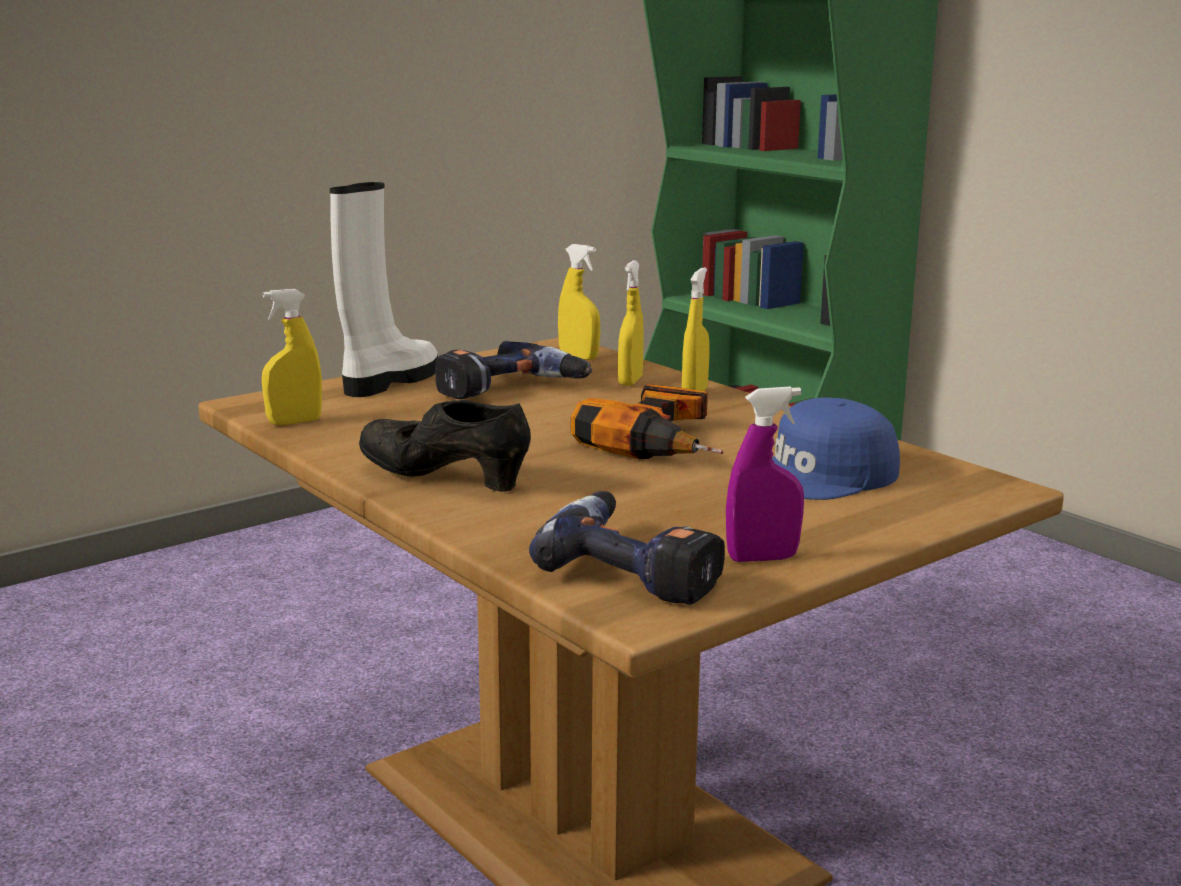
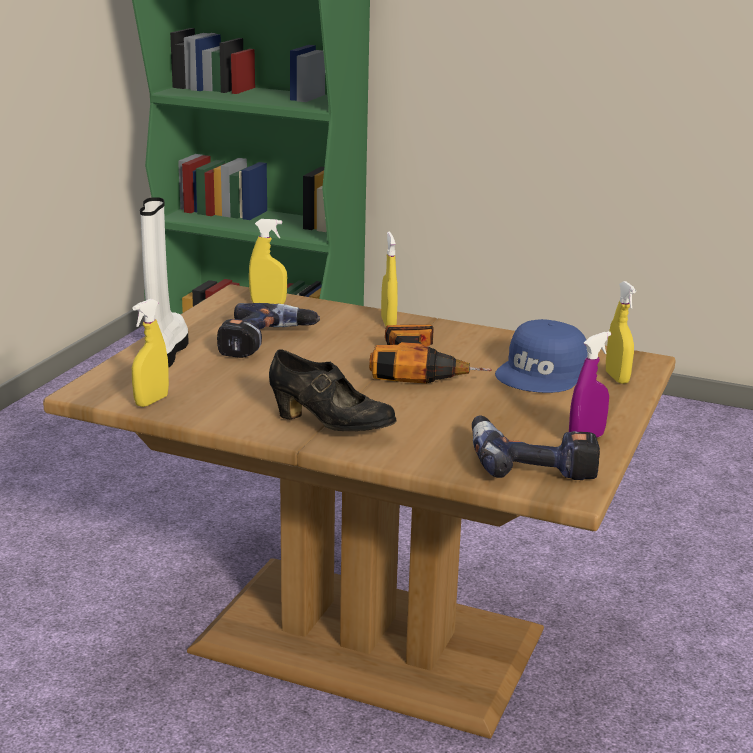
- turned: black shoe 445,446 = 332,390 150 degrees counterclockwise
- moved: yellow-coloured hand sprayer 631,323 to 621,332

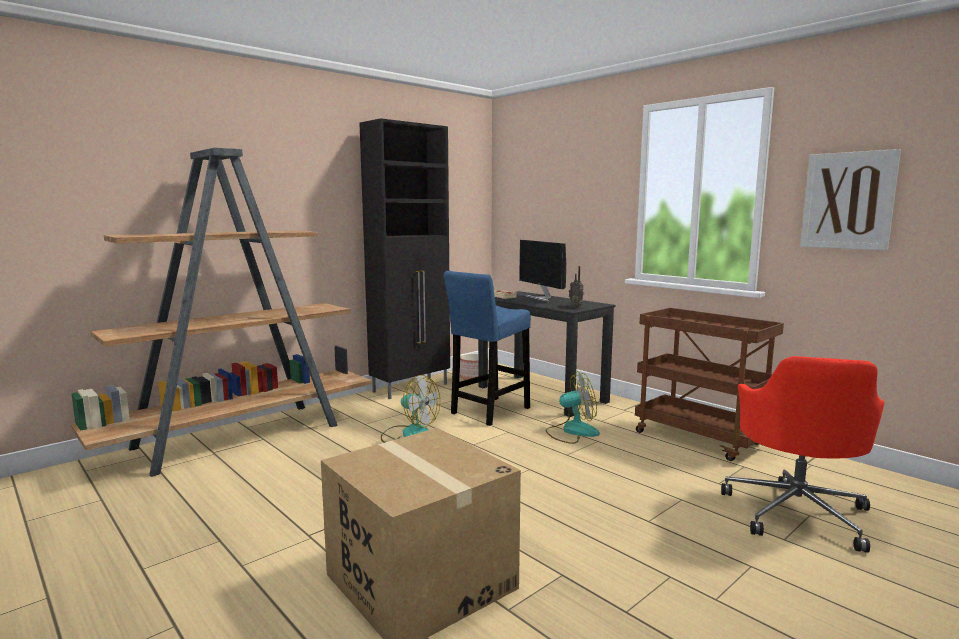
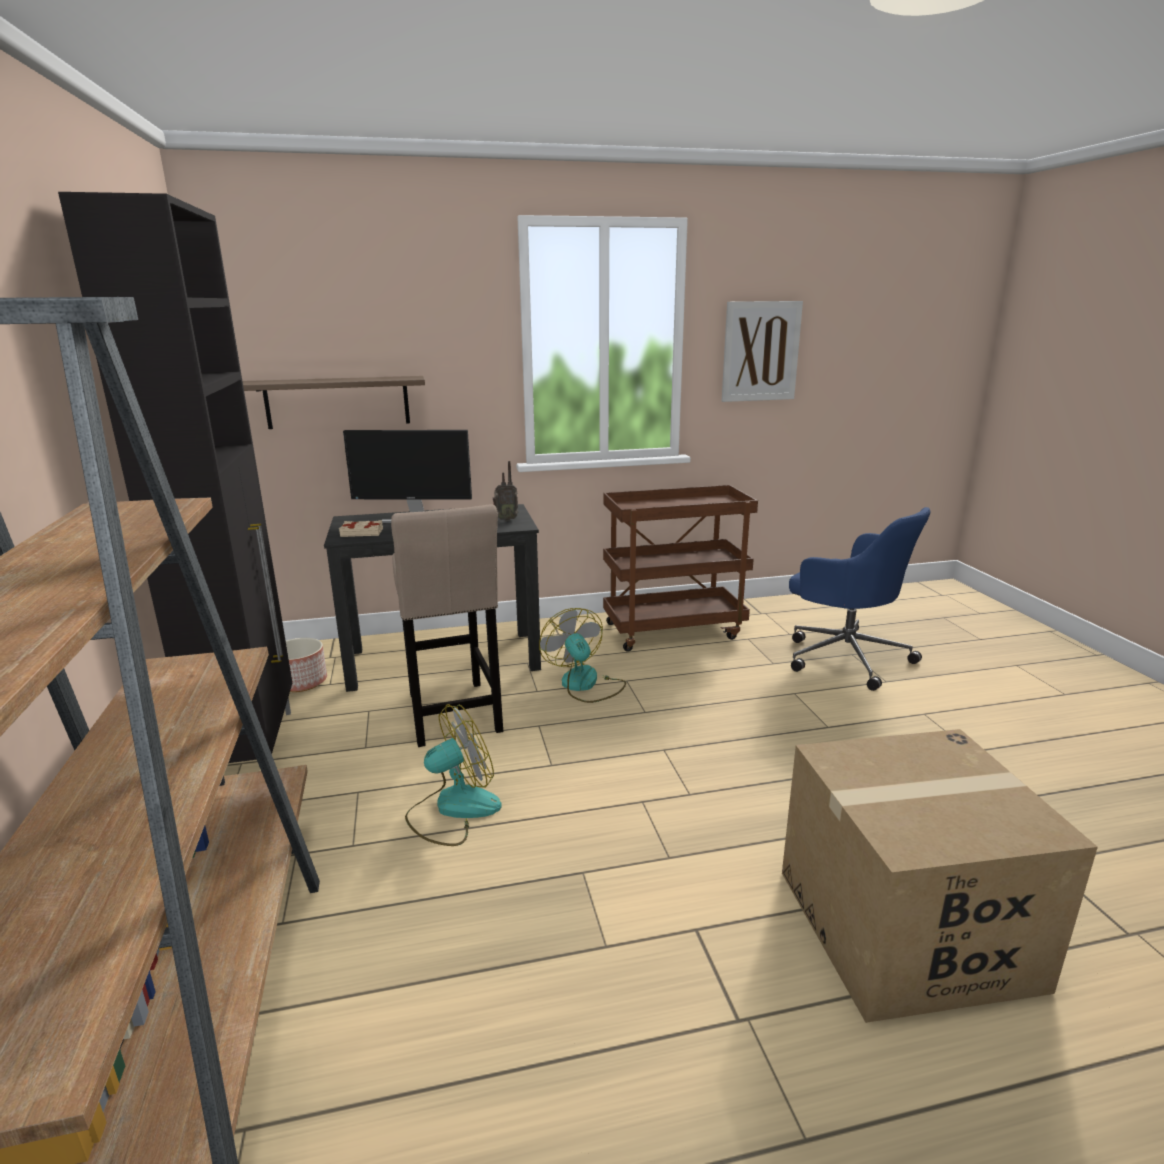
- added: bracket shelf 334,402
- recoloured: blue-coloured stool seat 487,348 to beige stool seat 447,626
- turned: cooling fan 572,407 = 582,655 45 degrees counterclockwise
- recoloured: reddish desk chair 802,454 to blue-coloured desk chair 859,599

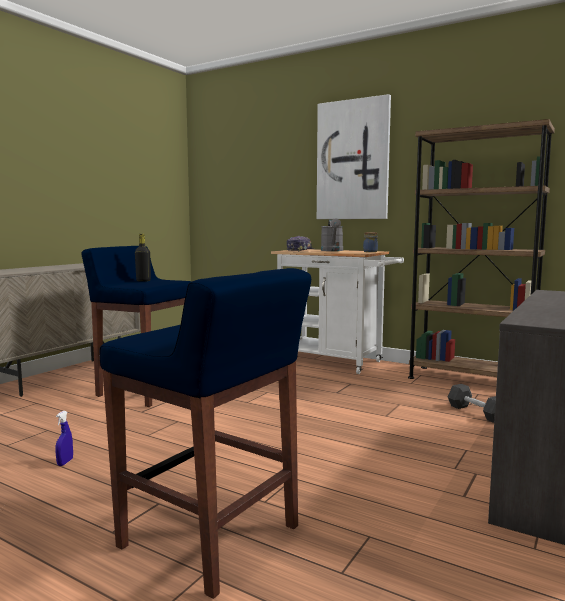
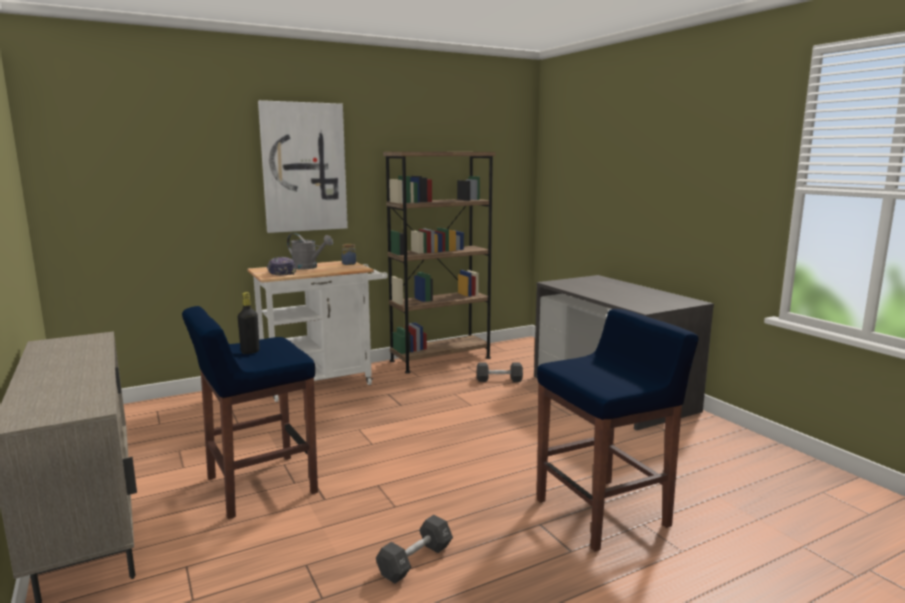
- replaced: blue-coloured hand sprayer 64,438 to black dumbbell 414,549

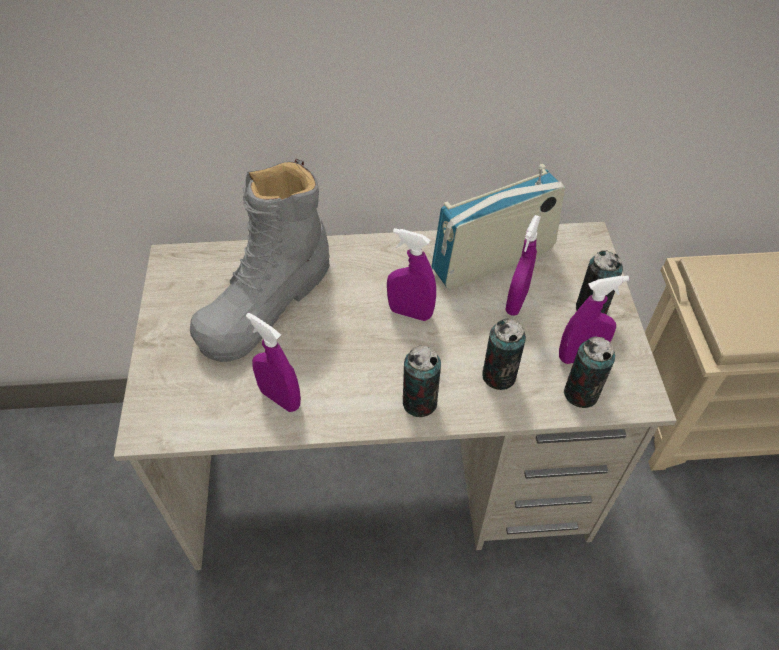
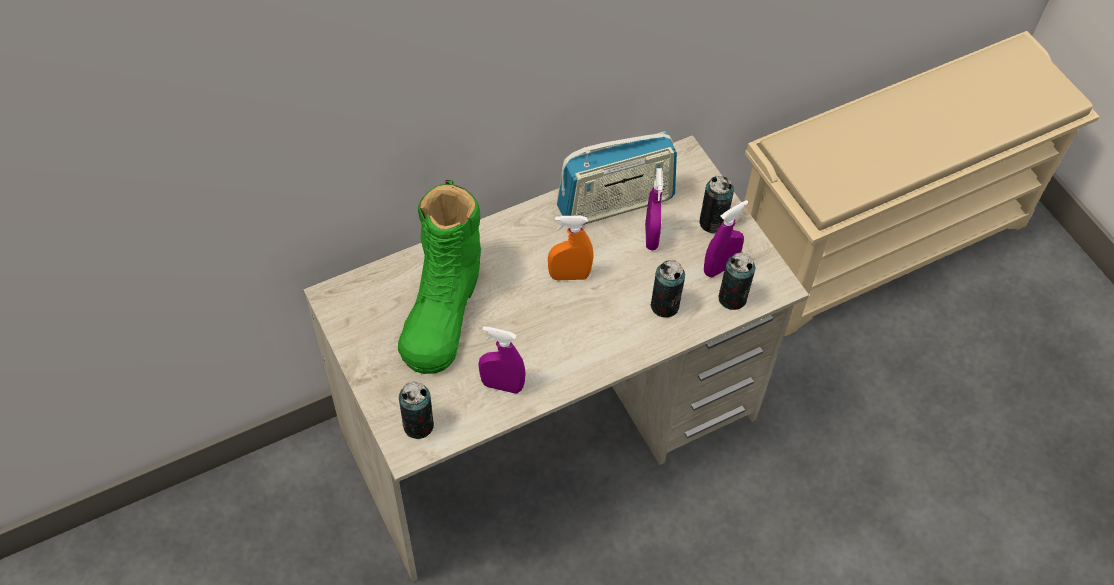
- recoloured: greyish high-top boot 260,260 to green high-top boot 439,277
- moved: can 422,381 to 416,410
- recoloured: purple-coloured hand sprayer 411,274 to orangey hand sprayer 570,248
- turned: radio set 498,226 = 617,178 150 degrees counterclockwise

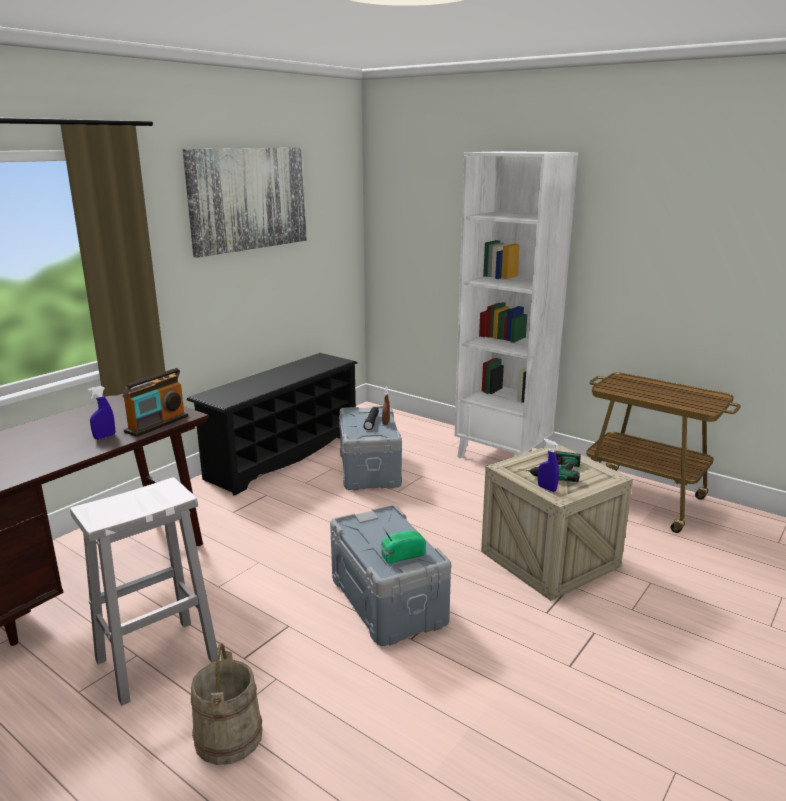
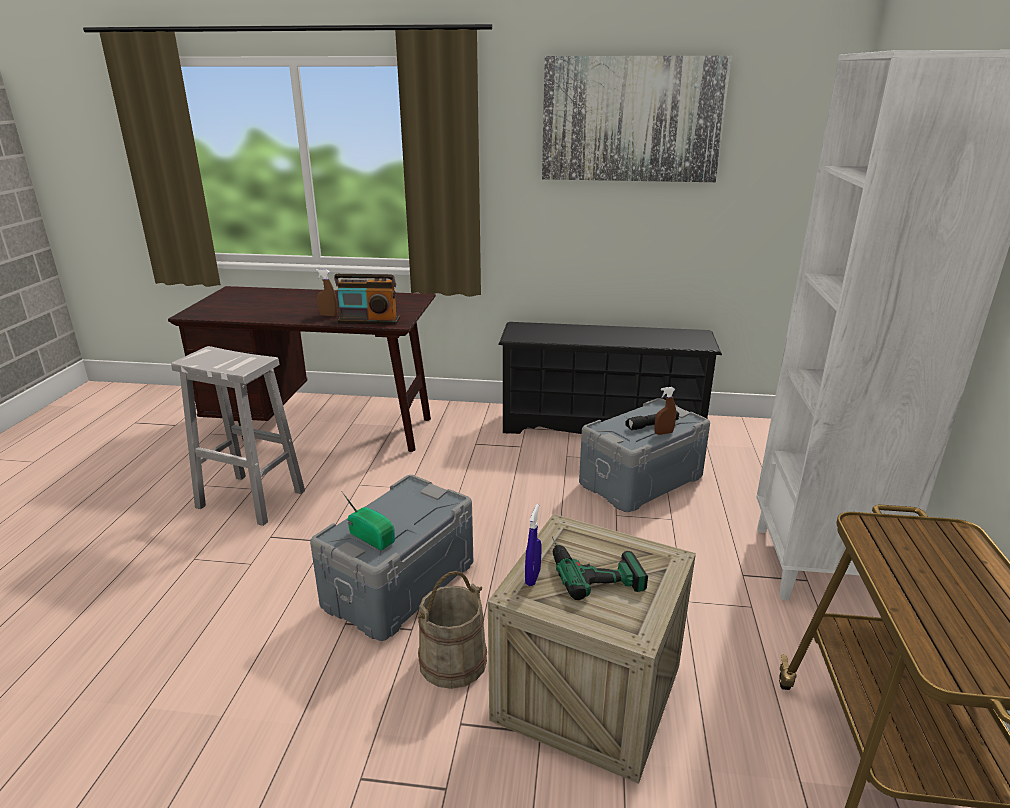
- recoloured: blue-coloured hand sprayer 101,413 to brownish hand sprayer 326,293
- moved: beige water bucket 226,704 to 452,630

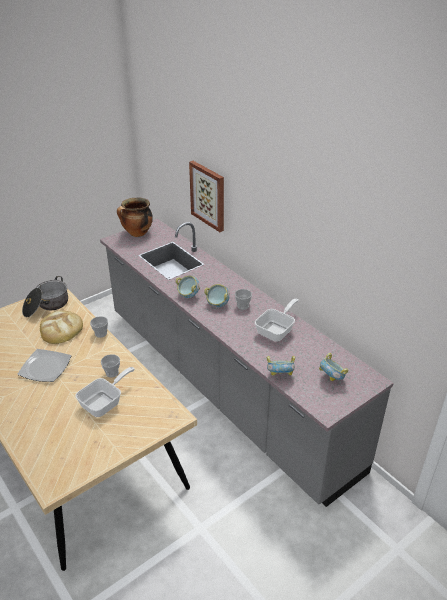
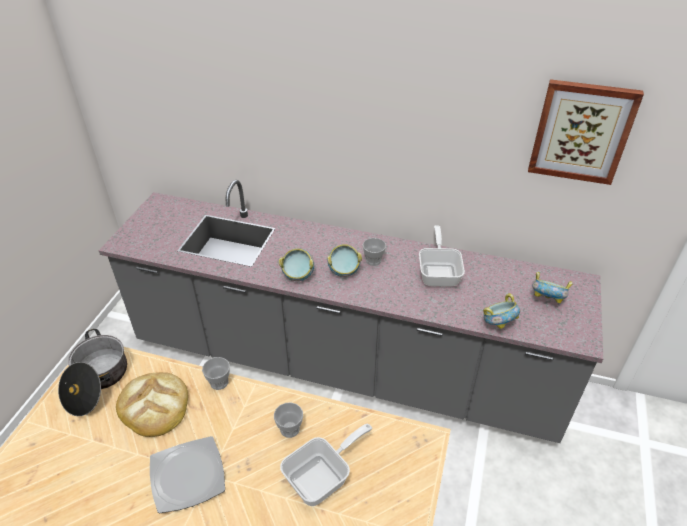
- turned: frying pan 105,392 = 326,465 45 degrees clockwise
- moved: wall picture 206,196 to 586,132
- removed: cooking pot 135,217

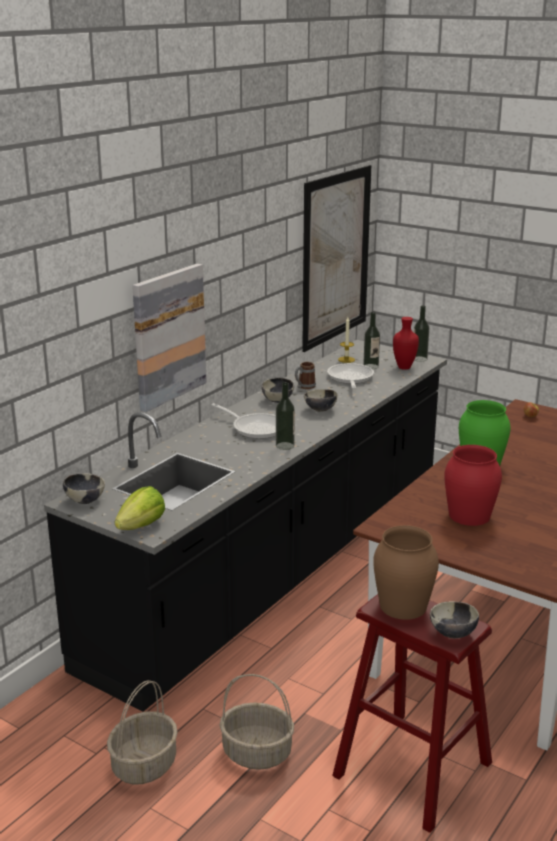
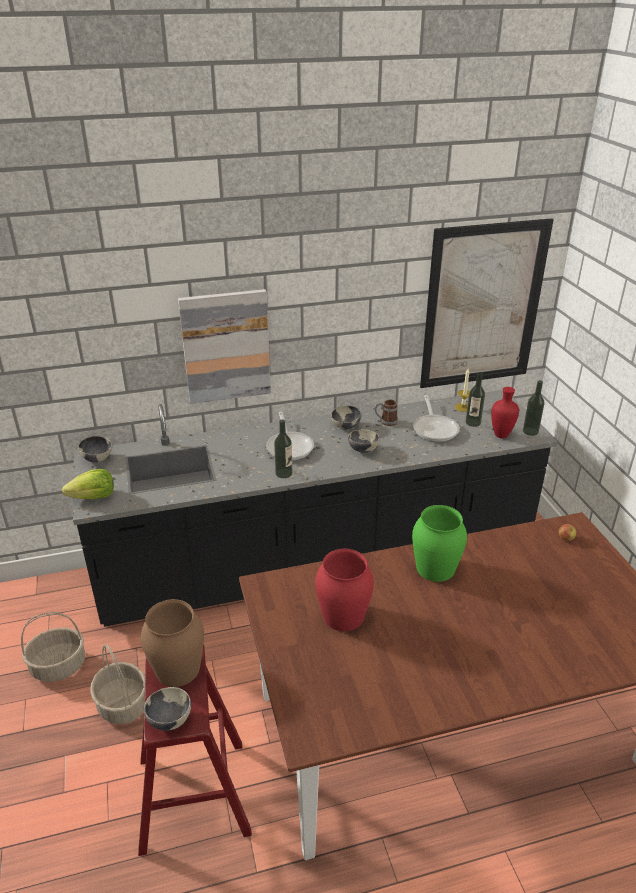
- turned: frying pan 350,376 = 436,418 135 degrees clockwise

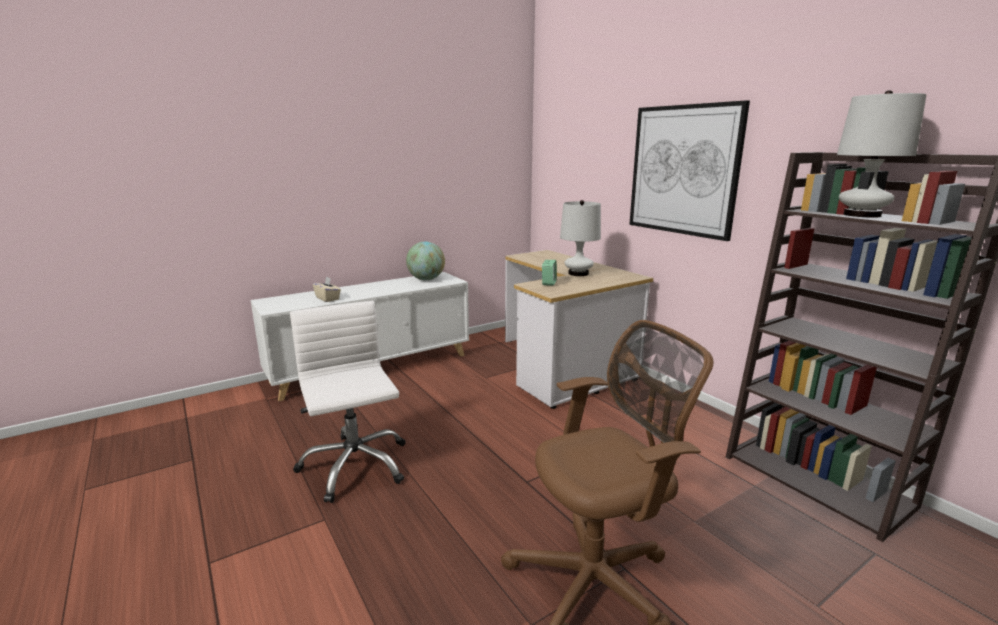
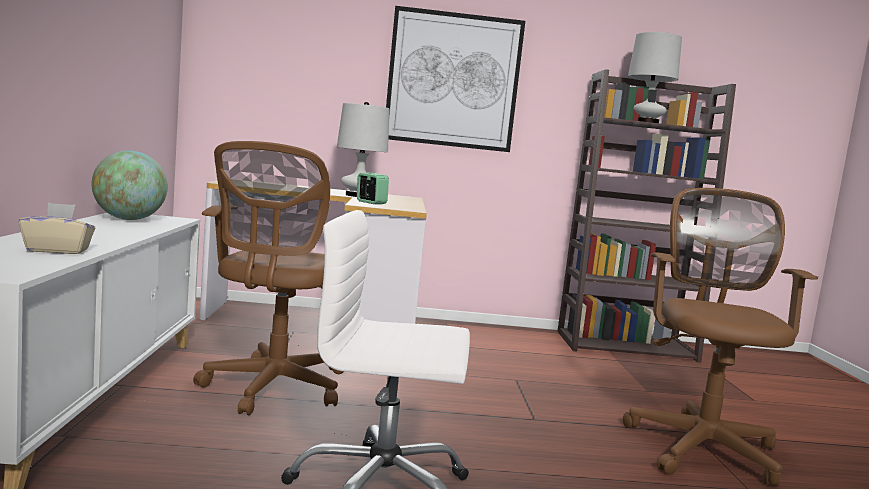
- added: brownish desk chair 268,278

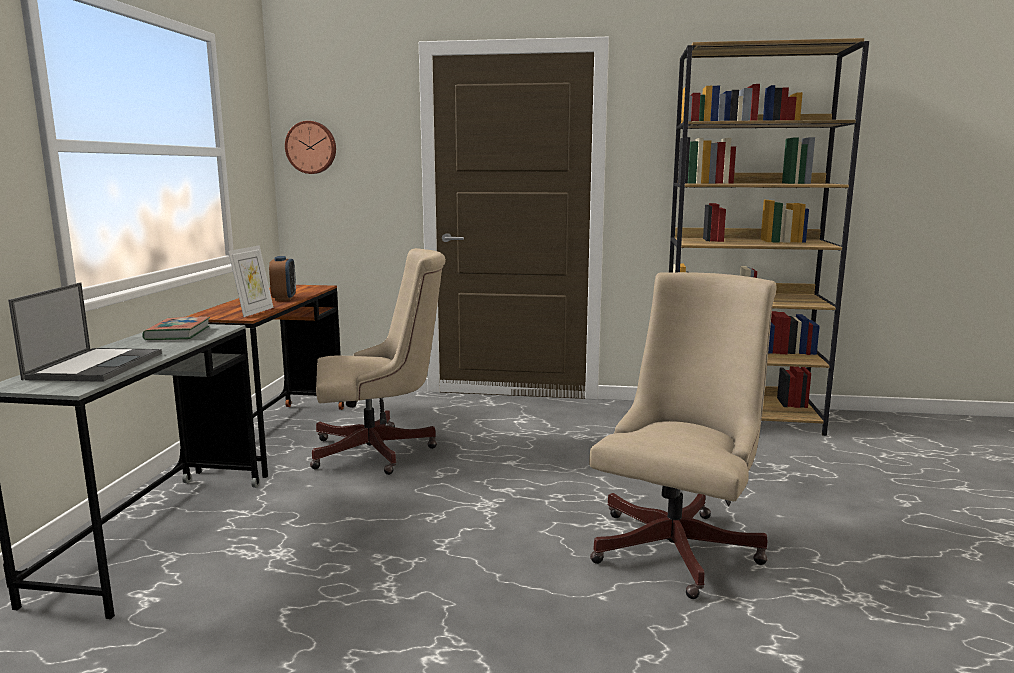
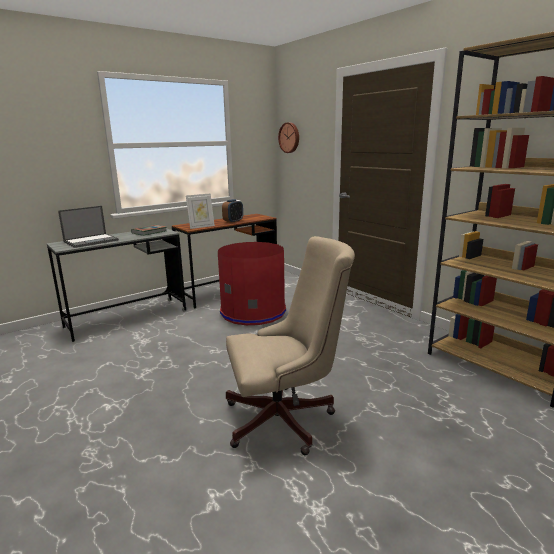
- replaced: beige desk chair 378,361 to reddish trash can 252,283

